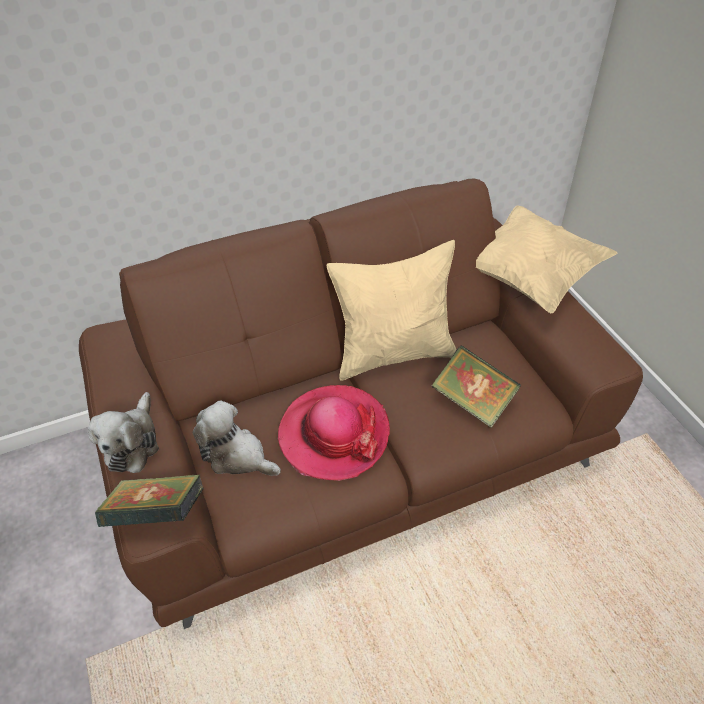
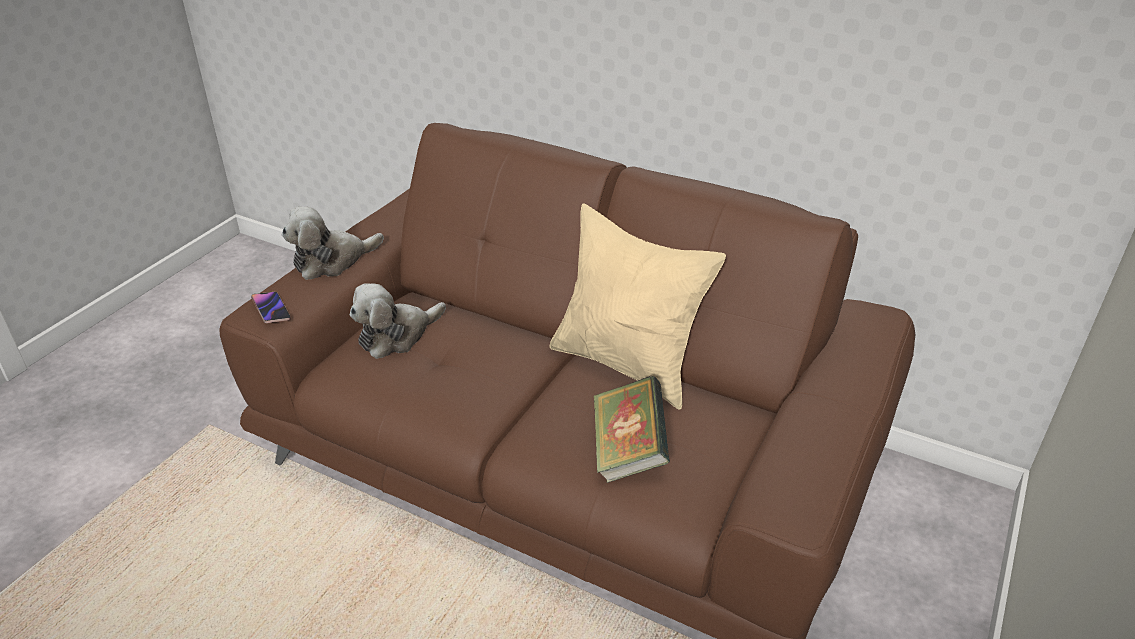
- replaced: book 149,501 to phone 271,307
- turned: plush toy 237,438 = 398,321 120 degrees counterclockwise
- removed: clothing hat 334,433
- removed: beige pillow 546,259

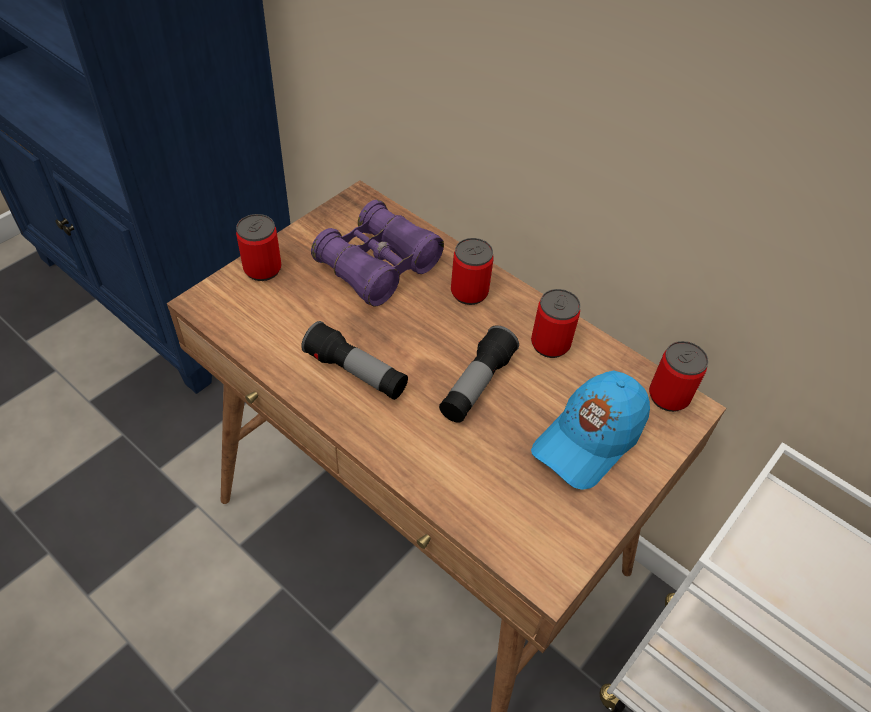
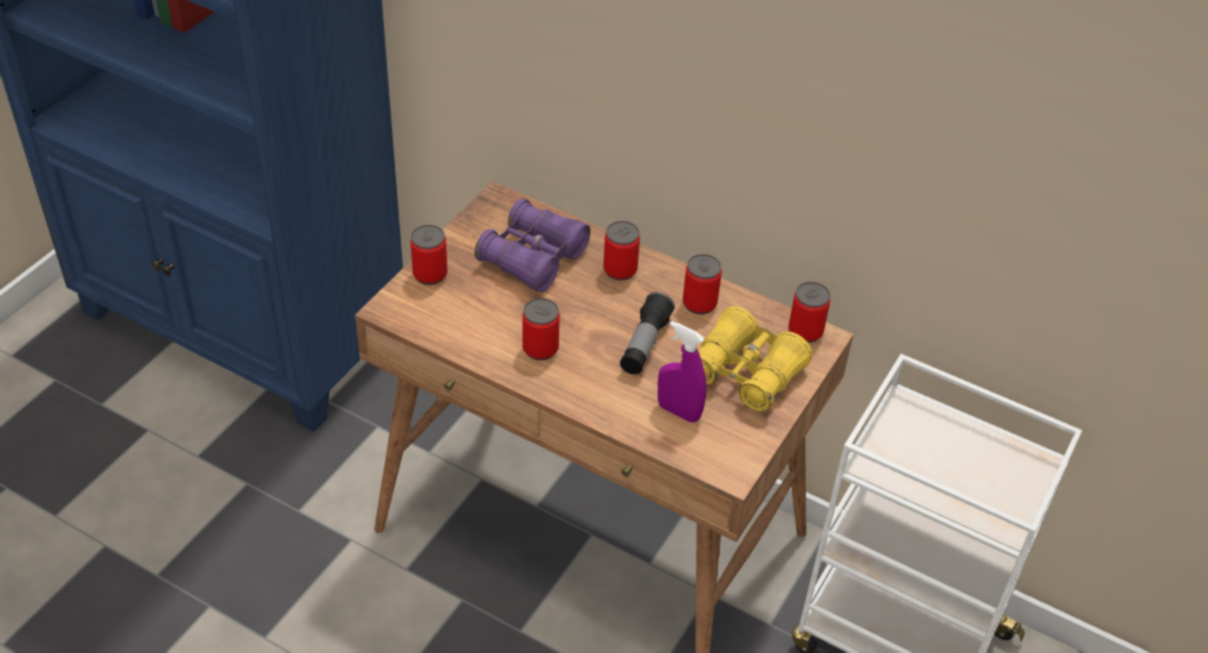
- replaced: flashlight 354,360 to can 541,329
- added: purple-coloured hand sprayer 682,371
- replaced: blue-coloured baseball cap 590,430 to yellow-coloured field glasses 755,359

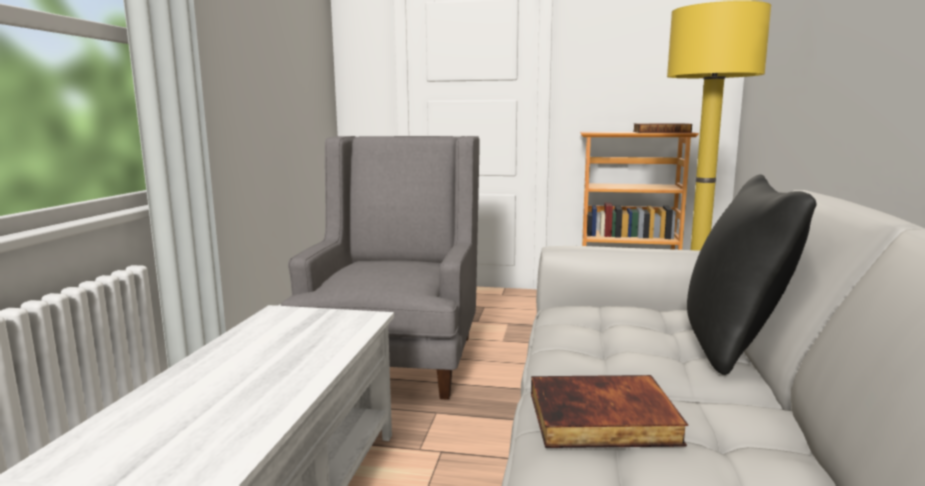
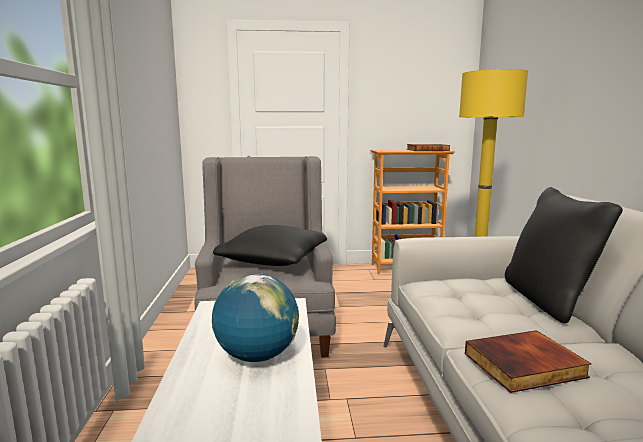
- added: desk globe 255,318
- added: black pillow 270,245

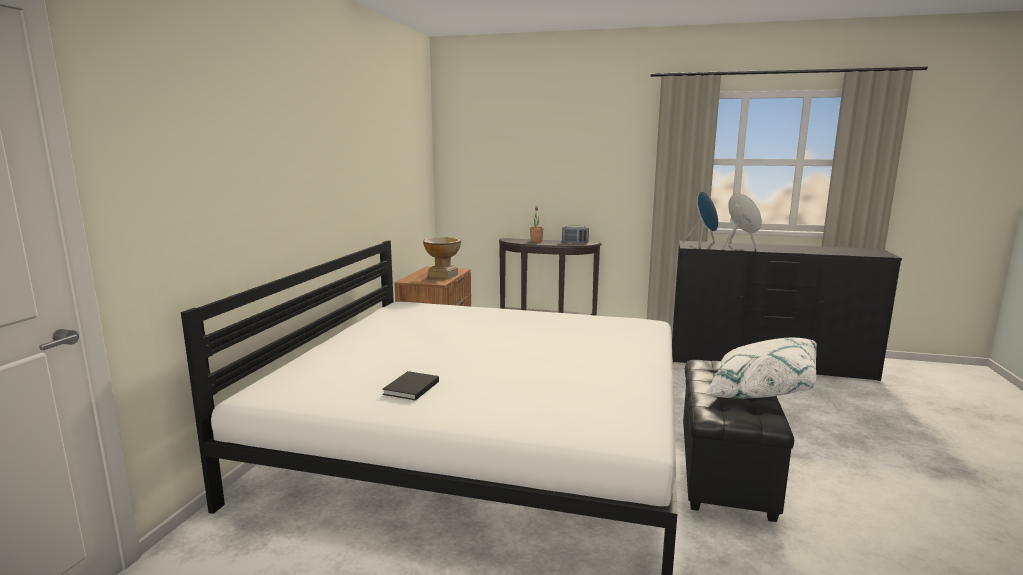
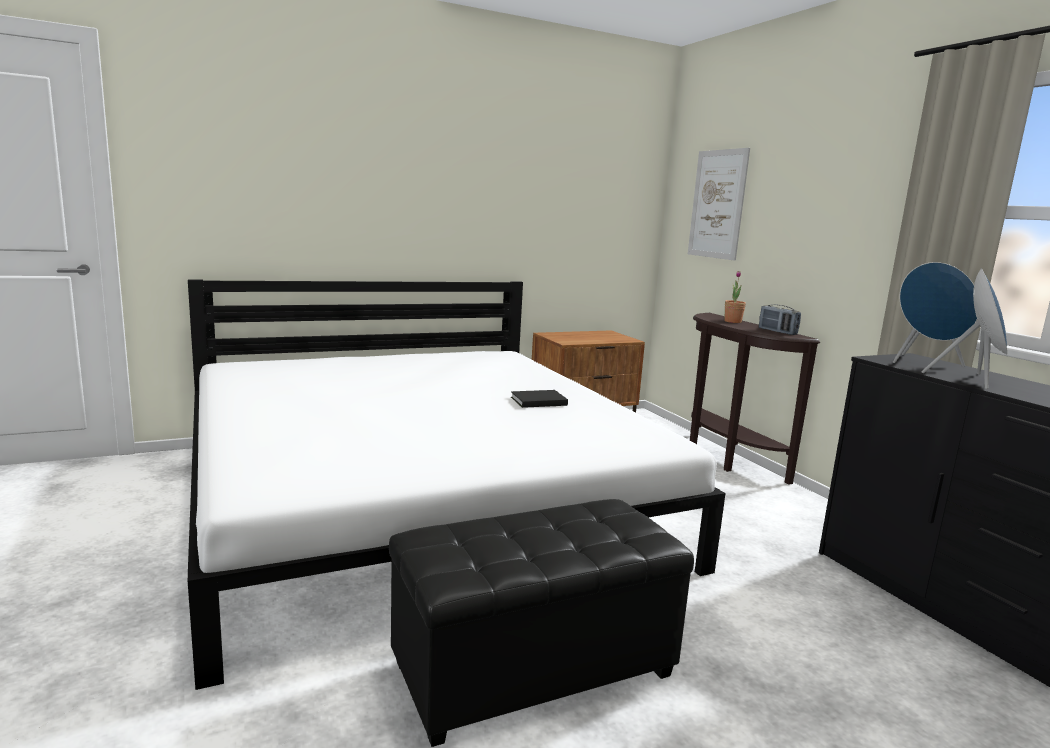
- moved: black book 410,385 to 539,399
- added: wall picture 719,204
- removed: decorative vase 442,258
- removed: whitish pillow 760,368

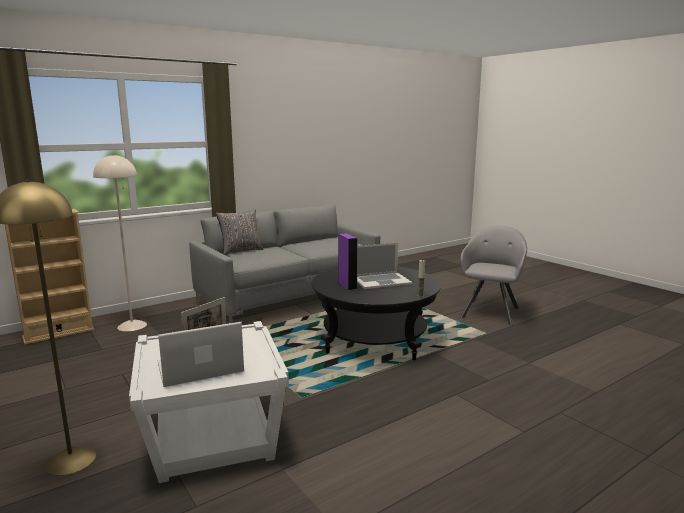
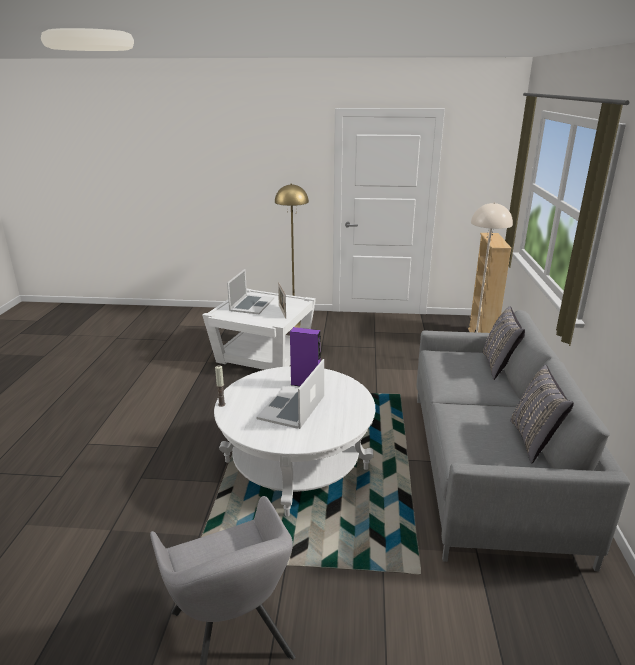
- recoloured: black coffee table 376,313 to whitish coffee table 294,441
- added: greyish pillow 542,414

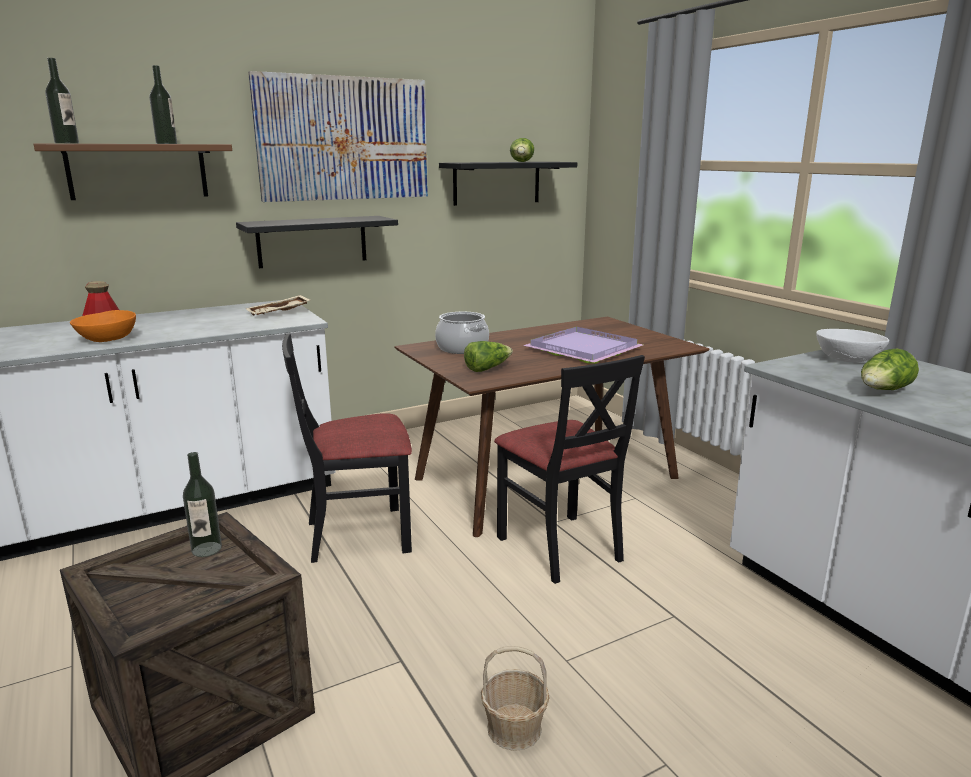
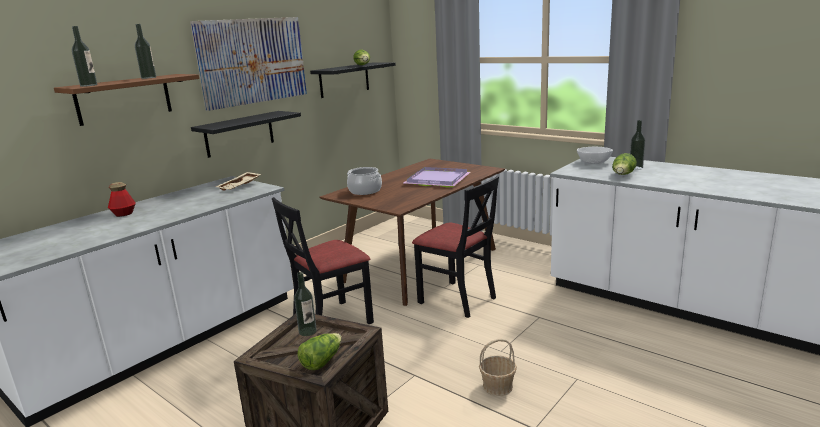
- moved: lettuce 488,356 to 319,351
- added: drink bottle 637,145
- removed: orangey deep dish 103,326

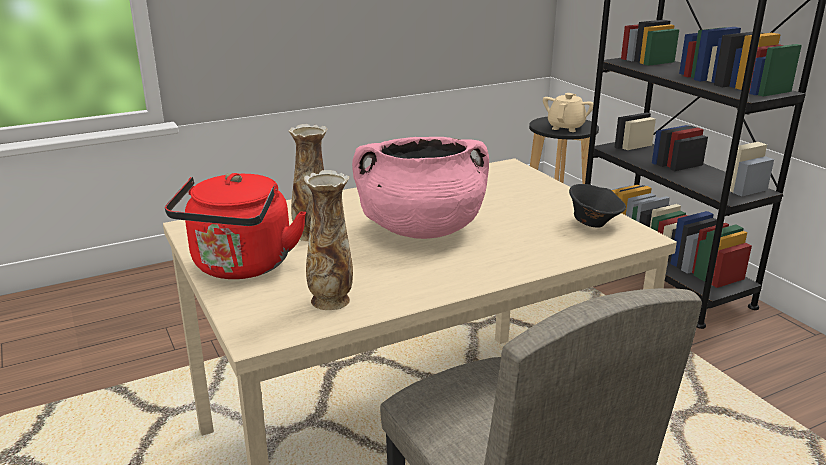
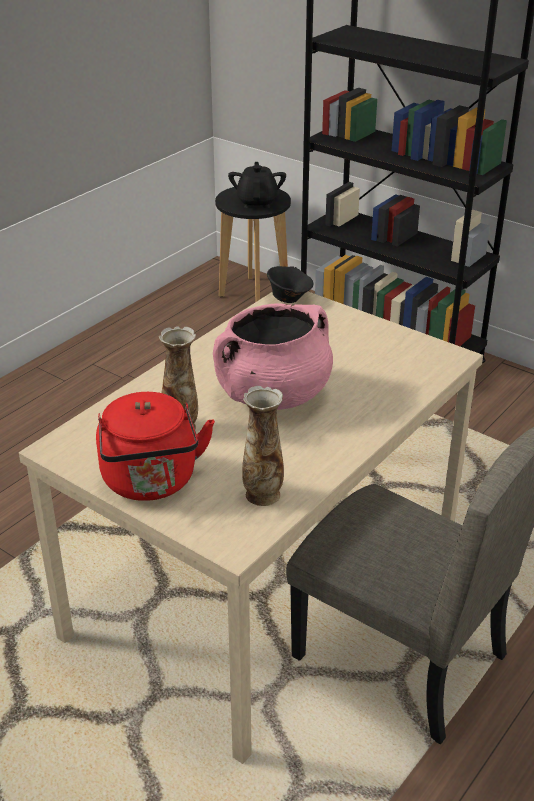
- recoloured: beige tea pot 568,112 to black tea pot 257,185
- moved: black deep dish 597,206 to 290,284

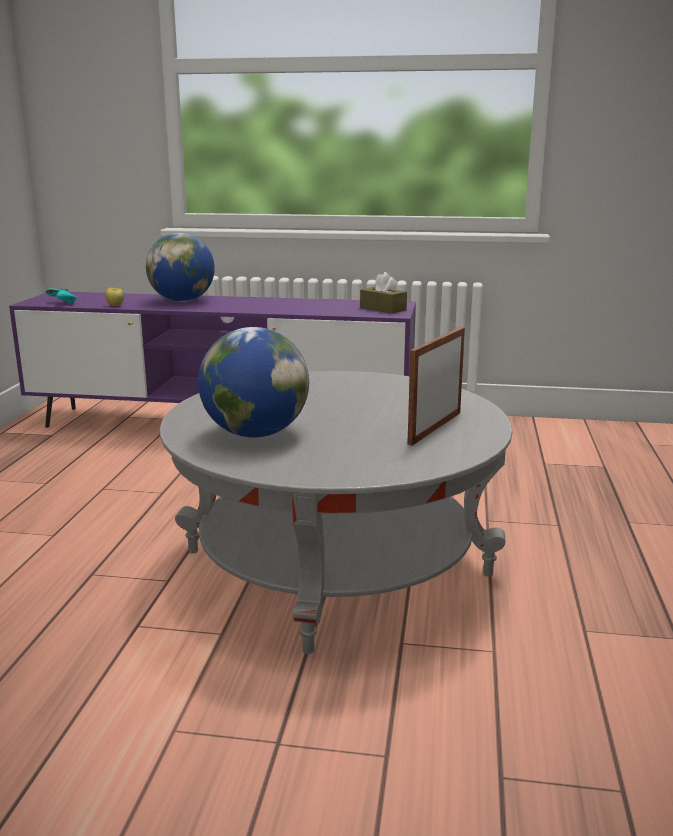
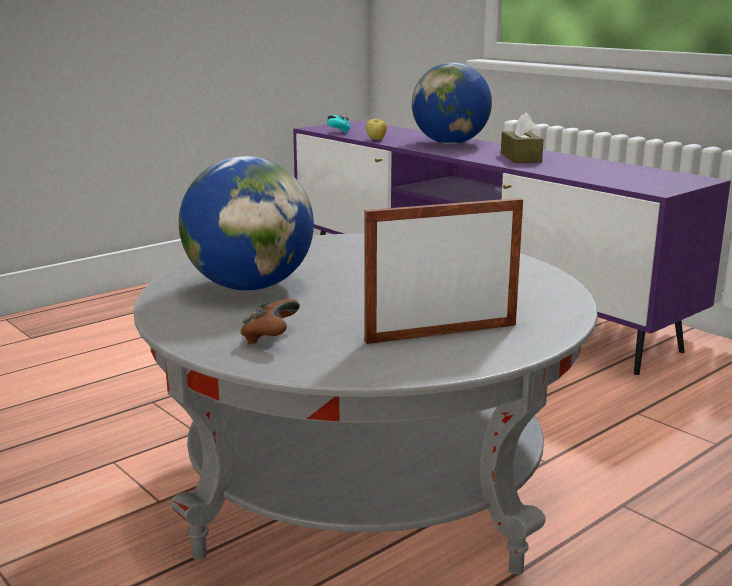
- added: brownish joypad 270,321
- moved: brownish box of tissues 383,293 to 522,137

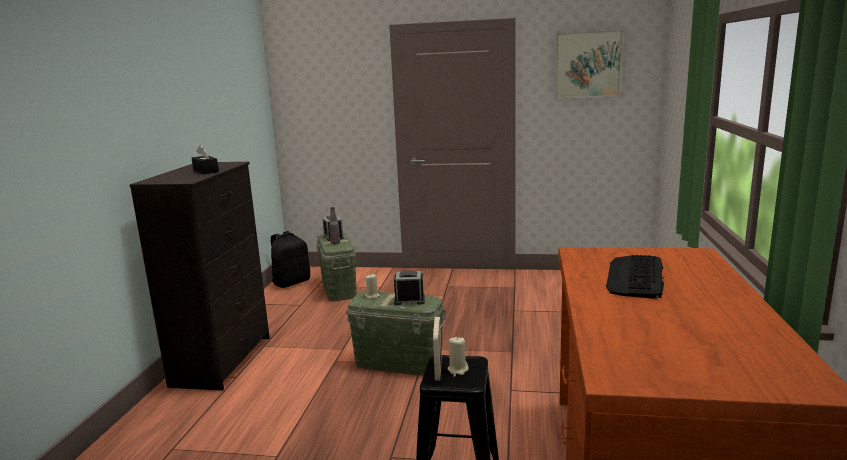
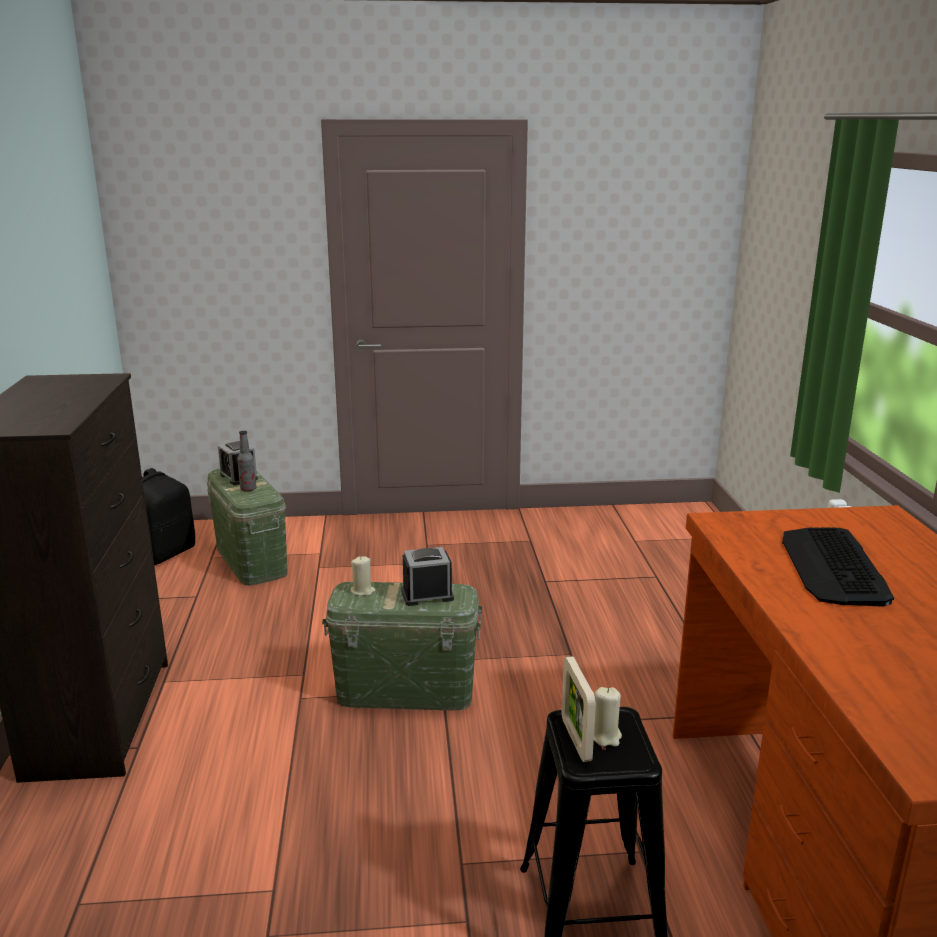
- removed: black box of tissues 205,159
- removed: wall picture 589,64

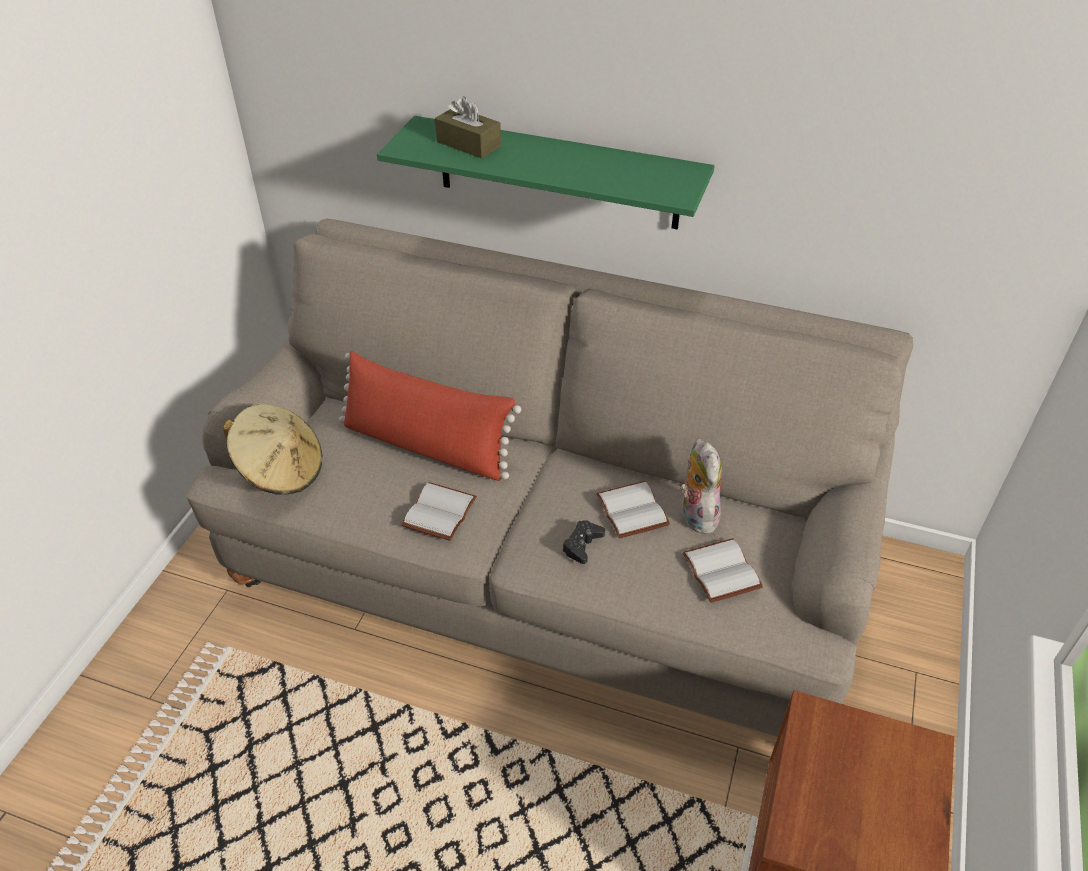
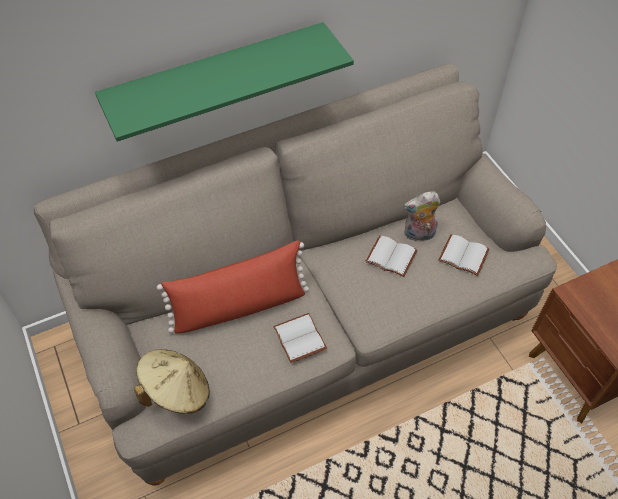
- turned: plush toy 701,486 = 422,216 45 degrees counterclockwise
- removed: brownish box of tissues 468,127
- removed: black joypad 583,542

